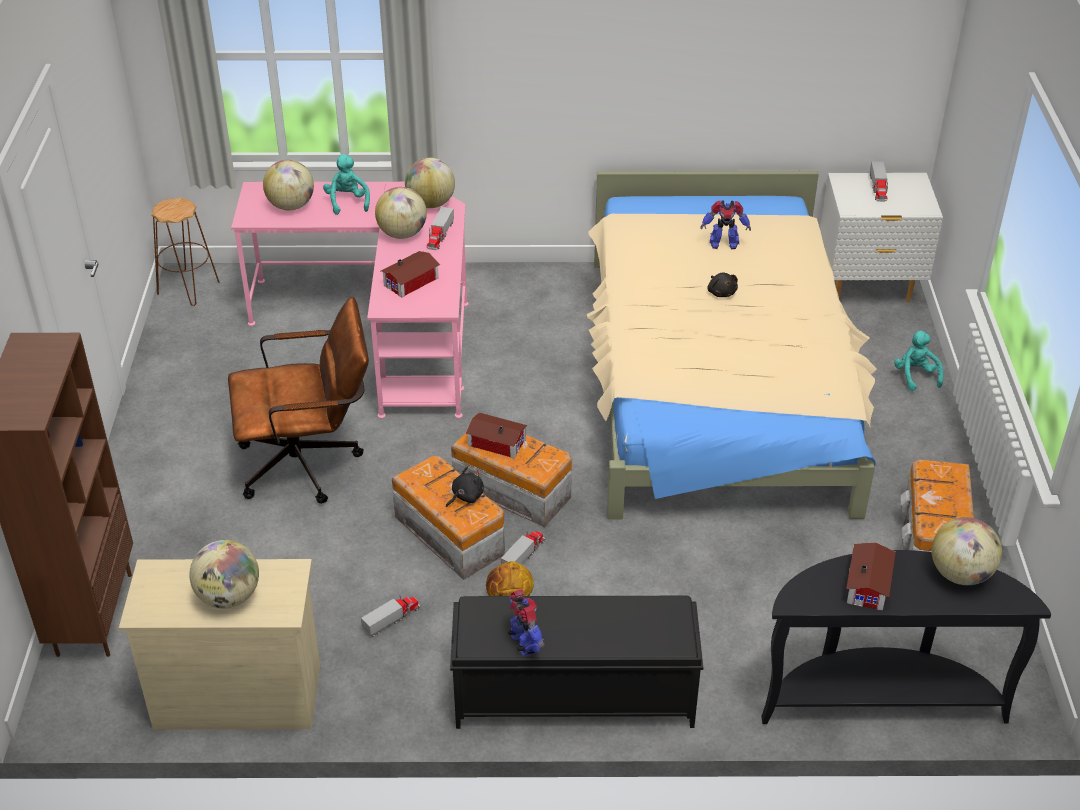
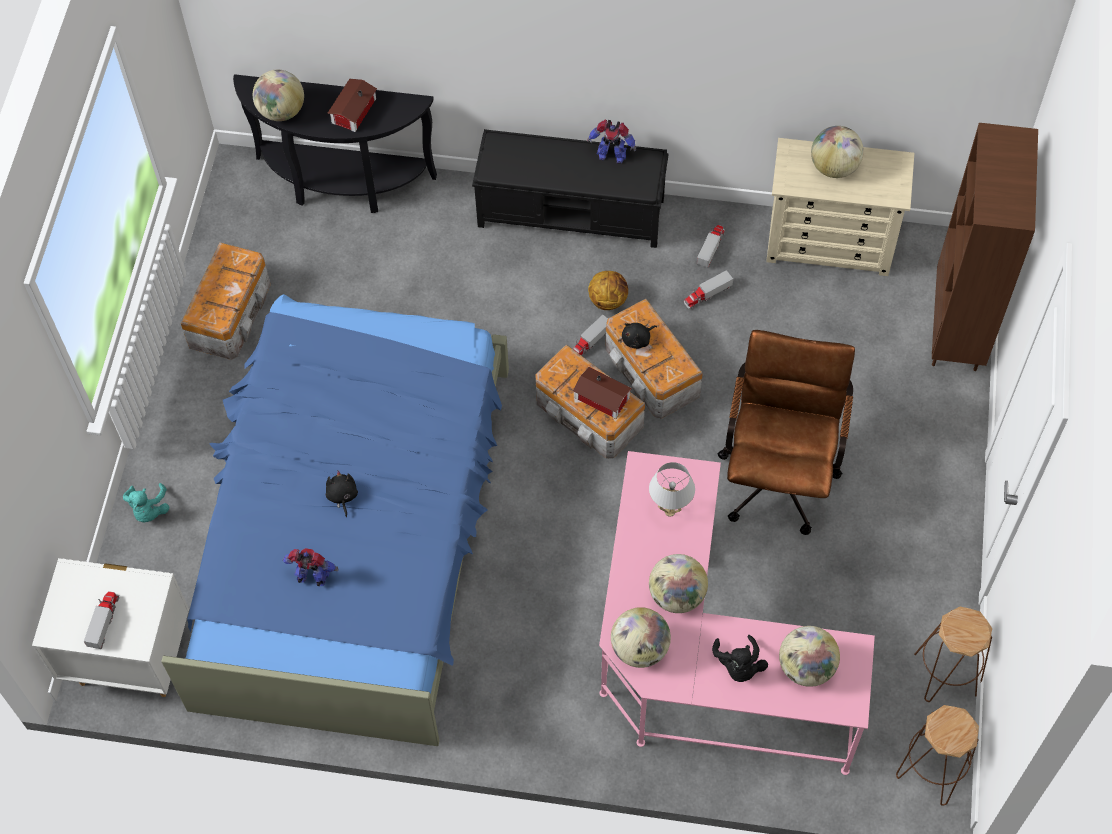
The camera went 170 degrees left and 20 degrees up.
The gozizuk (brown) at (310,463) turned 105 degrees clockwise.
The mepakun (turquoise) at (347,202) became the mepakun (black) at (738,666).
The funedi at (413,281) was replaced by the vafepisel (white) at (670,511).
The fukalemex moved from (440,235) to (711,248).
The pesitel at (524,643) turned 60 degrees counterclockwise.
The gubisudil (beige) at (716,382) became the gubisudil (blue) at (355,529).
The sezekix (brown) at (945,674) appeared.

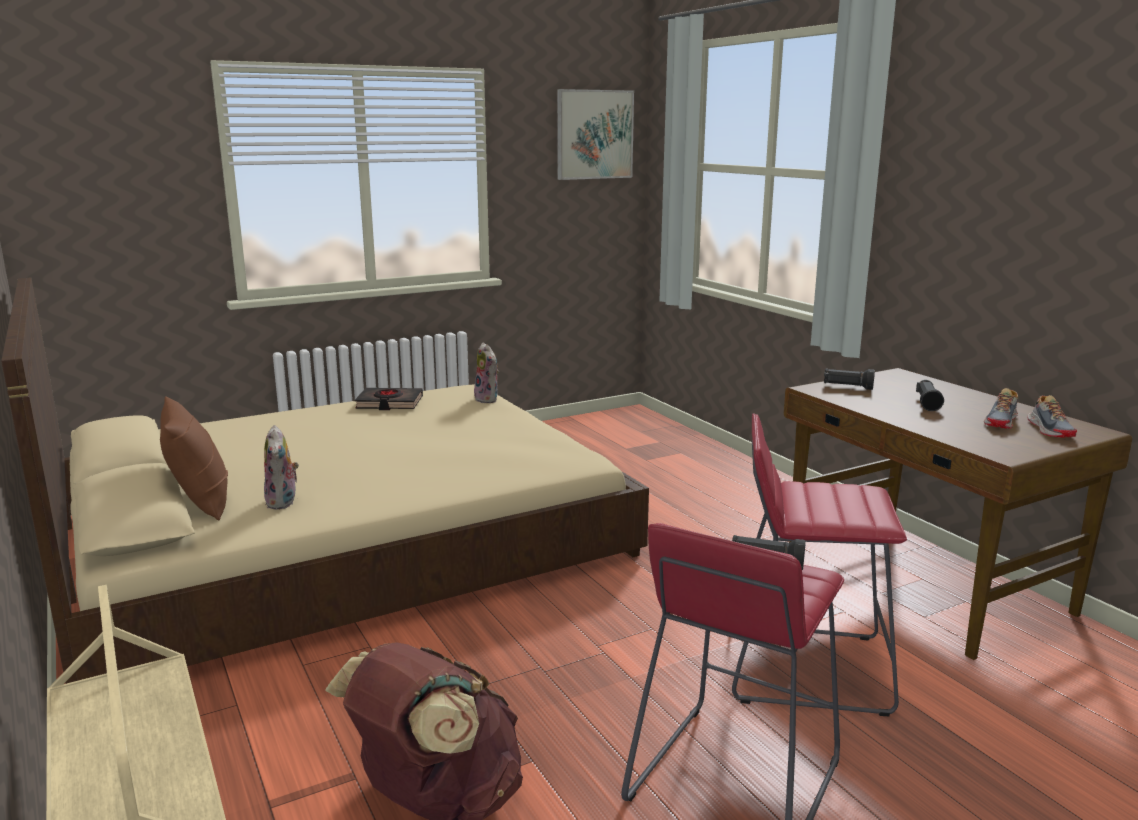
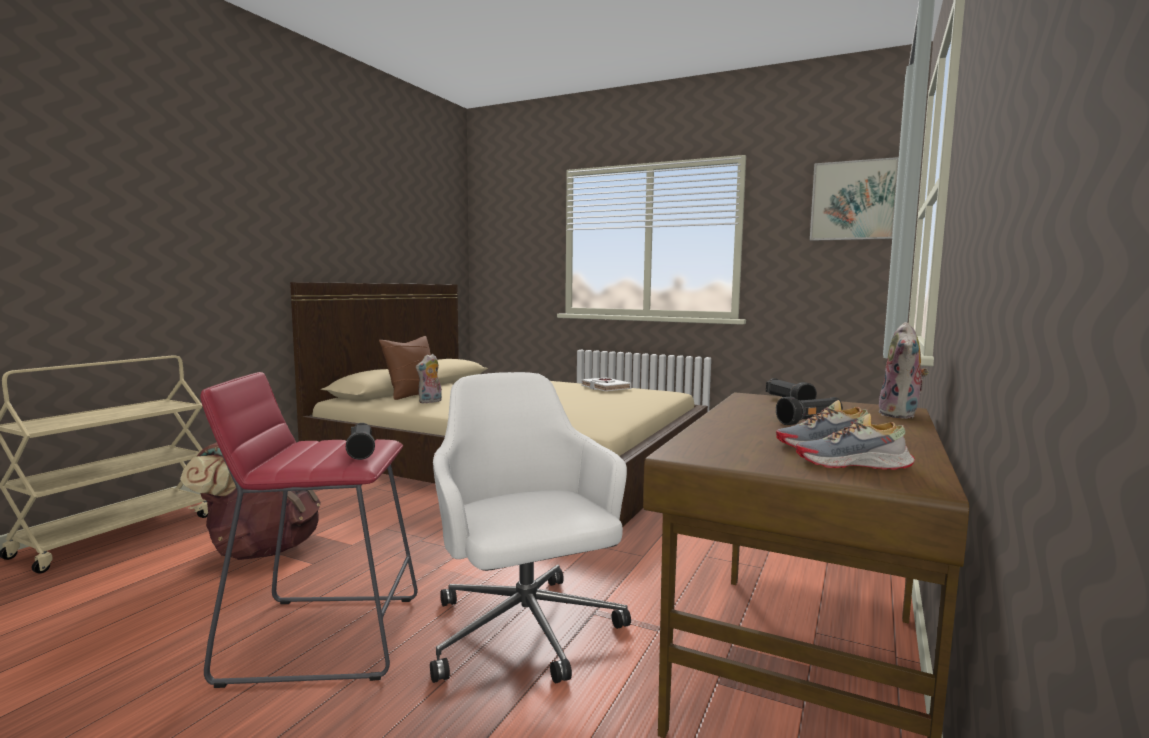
The camera went 55 degrees right and 10 degrees down.
The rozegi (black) at (389,403) became the rozegi (white) at (605,388).
The mepakun moved from (488,399) to (901,415).
The sezekix (red) at (806,667) was replaced by the gozizuk (white) at (525,632).
The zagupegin at (1050,429) turned 45 degrees clockwise.

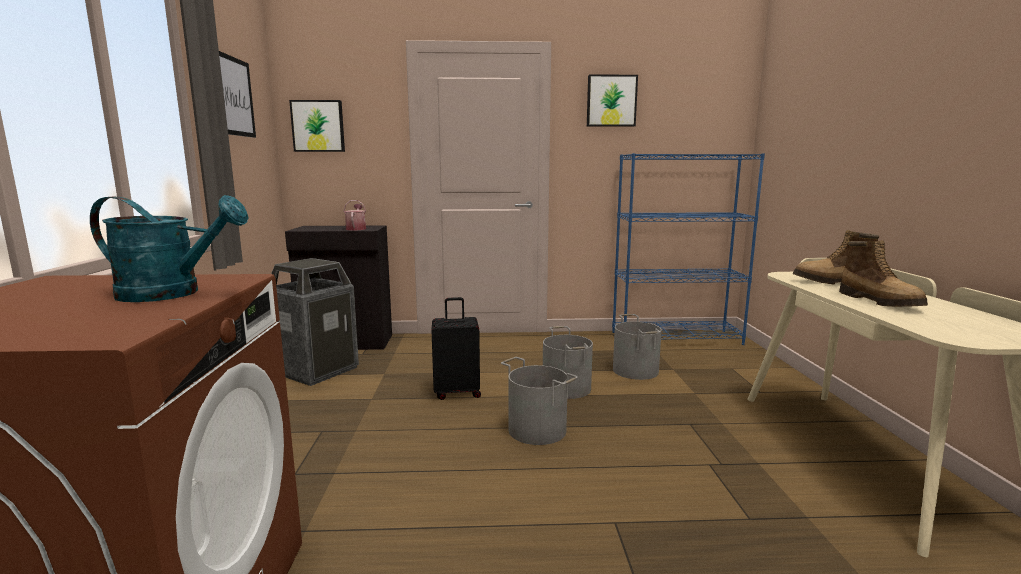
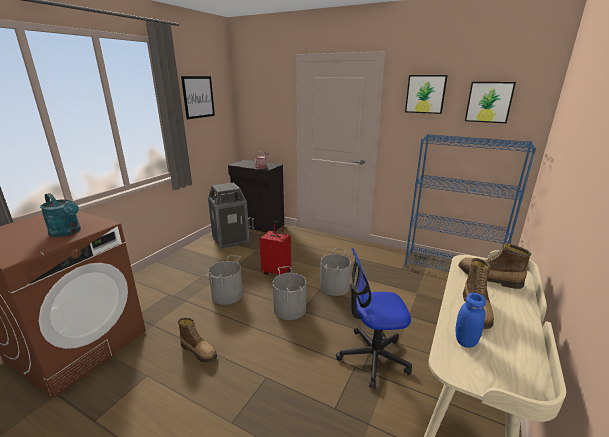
The camera went 30 degrees right and 10 degrees up.
The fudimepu moved from (318,126) to (489,102).
The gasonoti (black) at (457,392) became the gasonoti (red) at (277,272).
The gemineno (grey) moved from (634,370) to (227,295).
The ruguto at (199,351) appeared.
The gozizuk at (373,357) appeared.
The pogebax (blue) at (465,341) appeared.

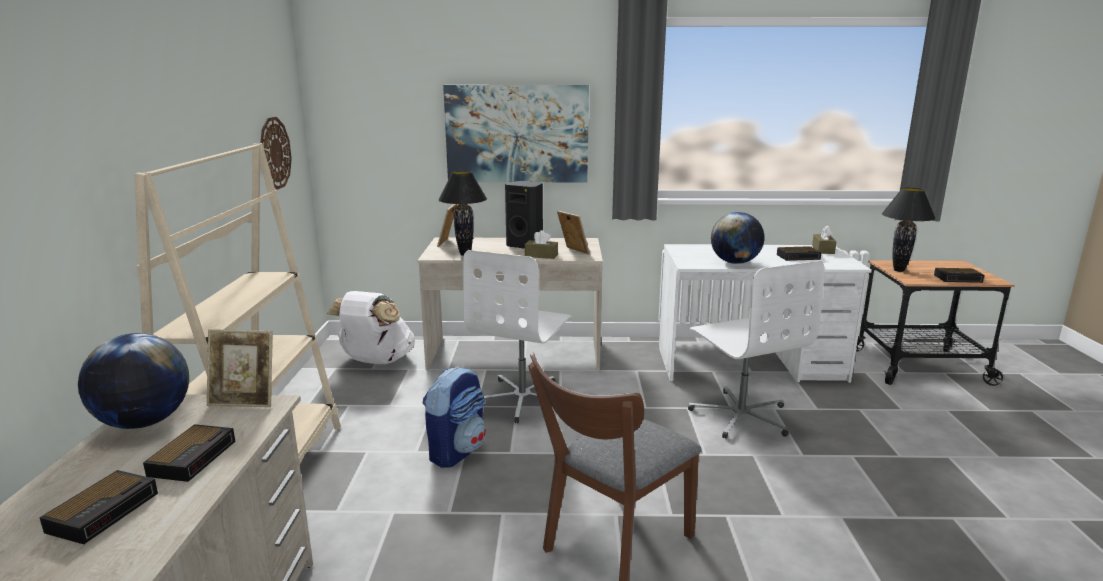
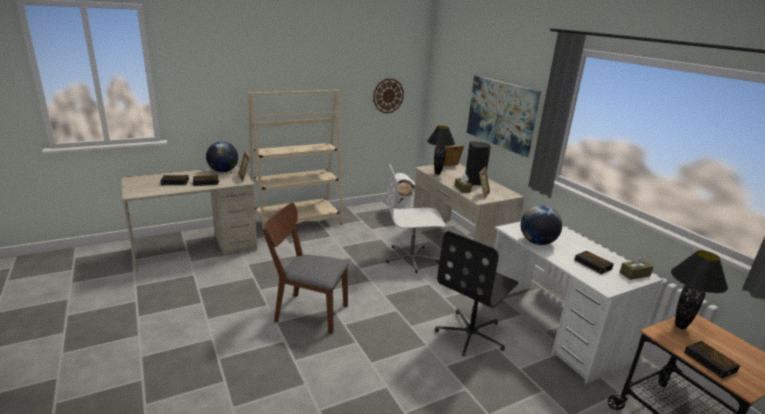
The camera went 60 degrees right and 5 degrees up.
The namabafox at (456,451) disappeared.
The gozizuk (white) at (741,415) became the gozizuk (black) at (471,334).

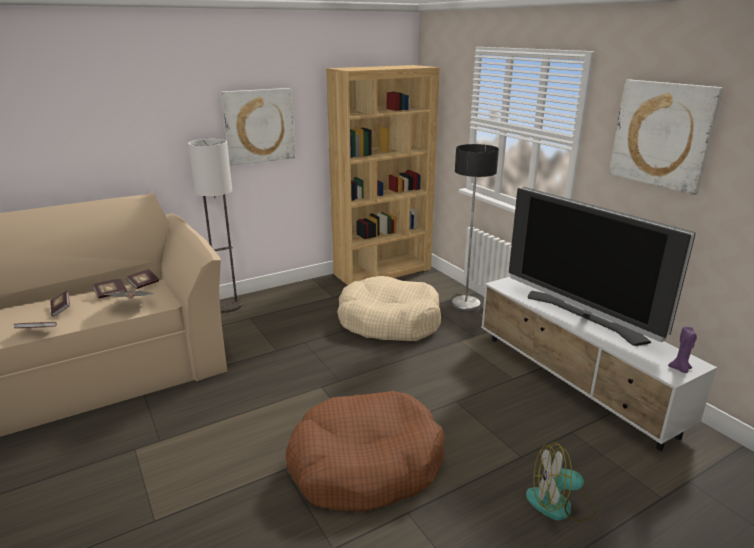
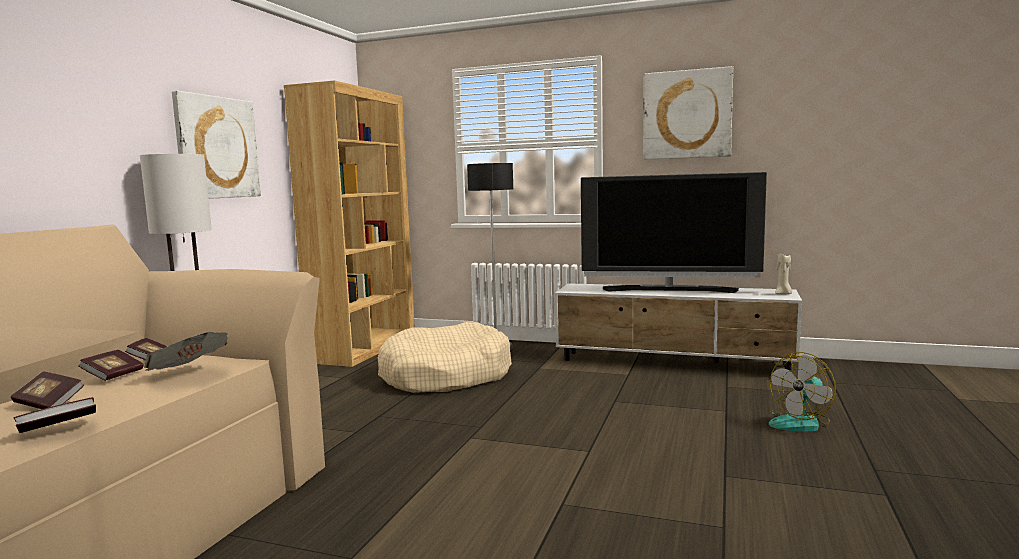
The camera went 40 degrees left and 15 degrees down.
The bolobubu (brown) at (365,464) disappeared.
The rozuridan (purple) at (680,369) became the rozuridan (beige) at (783,294).

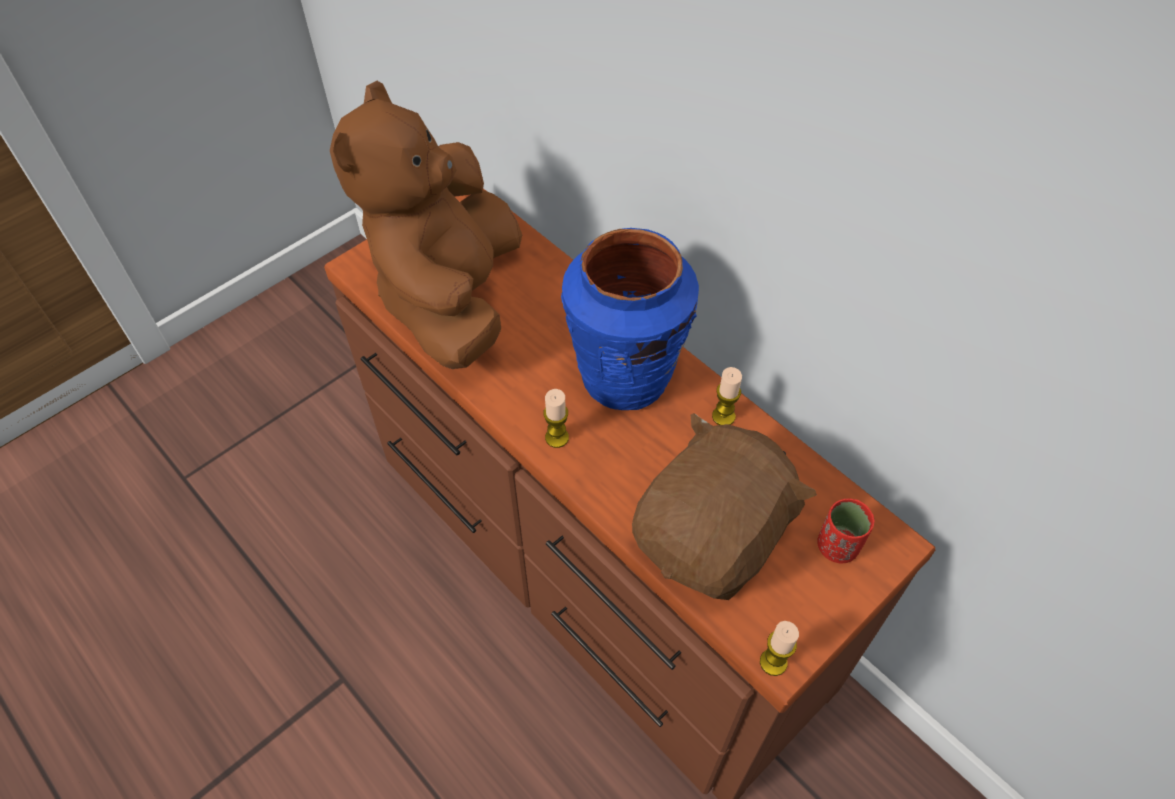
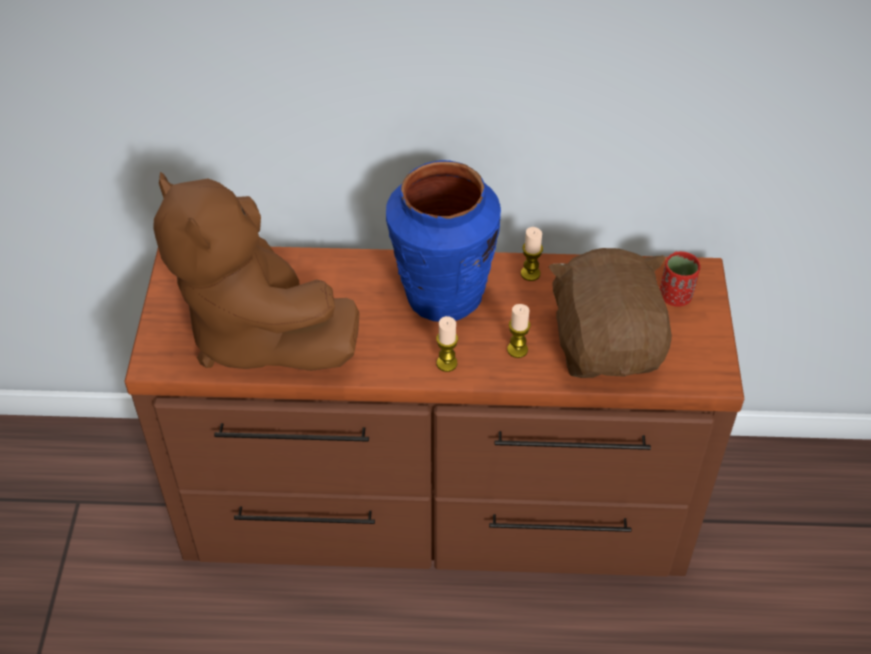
The camera went 45 degrees left and 5 degrees down.
The rozuridan moved from (773,662) to (517,350).

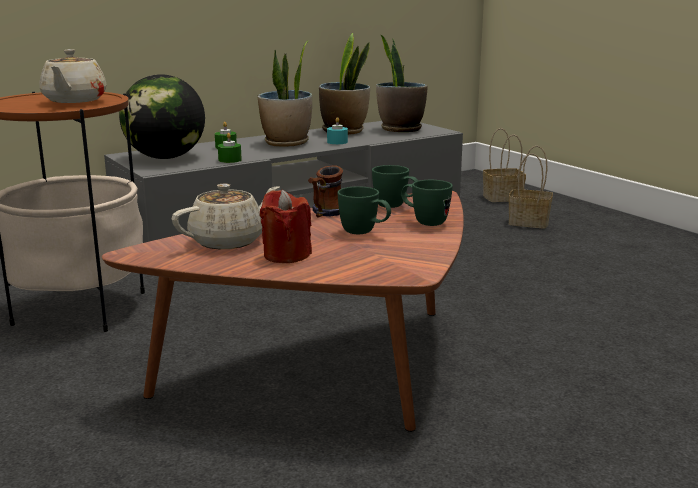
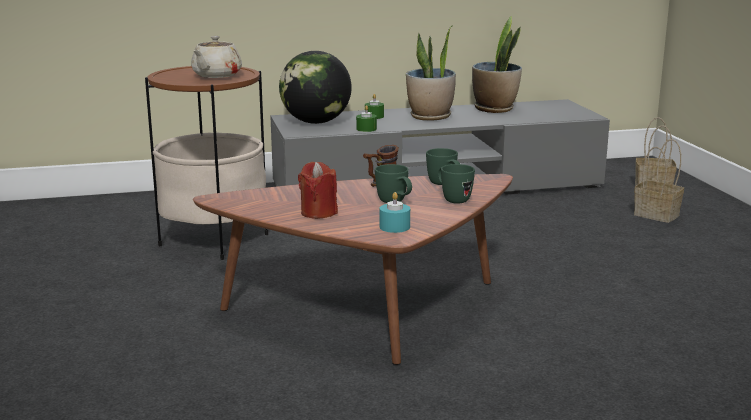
The camera went 20 degrees right and 0 degrees up.
The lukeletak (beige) at (229,241) disappeared.
The rozuridan (turquoise) moved from (337,142) to (394,227).
The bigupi at (400,129) disappeared.

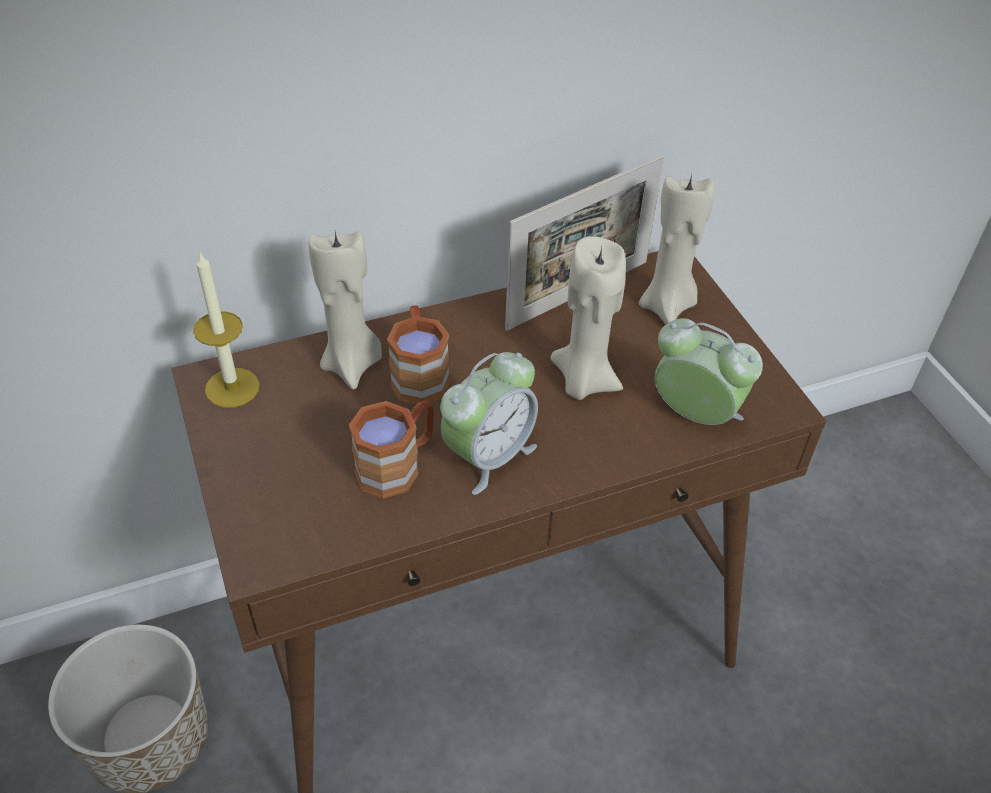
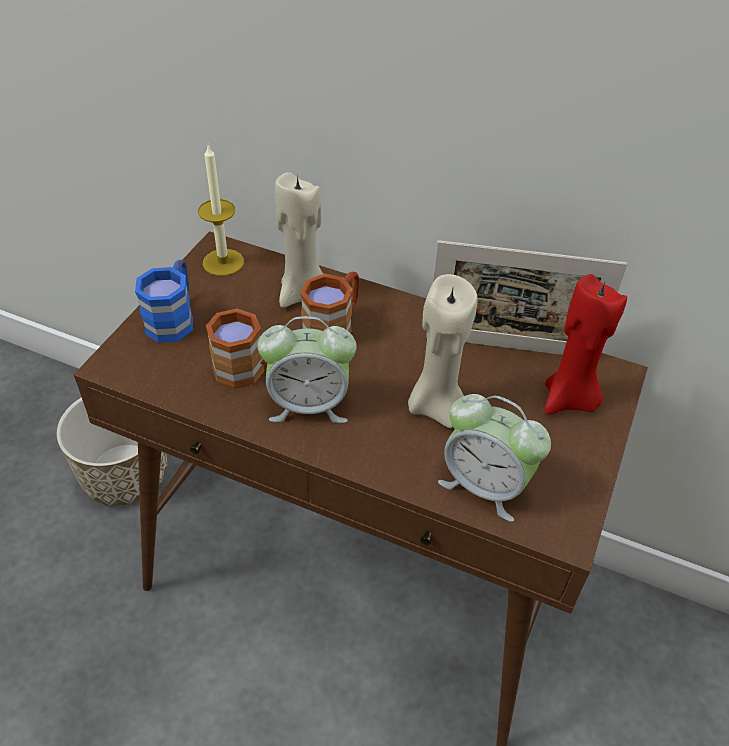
The camera went 45 degrees right and 0 degrees up.
The rozuridan (beige) at (668,306) became the rozuridan (red) at (569,400).
The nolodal at (694,415) turned 135 degrees clockwise.
The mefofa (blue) at (174,318) appeared.

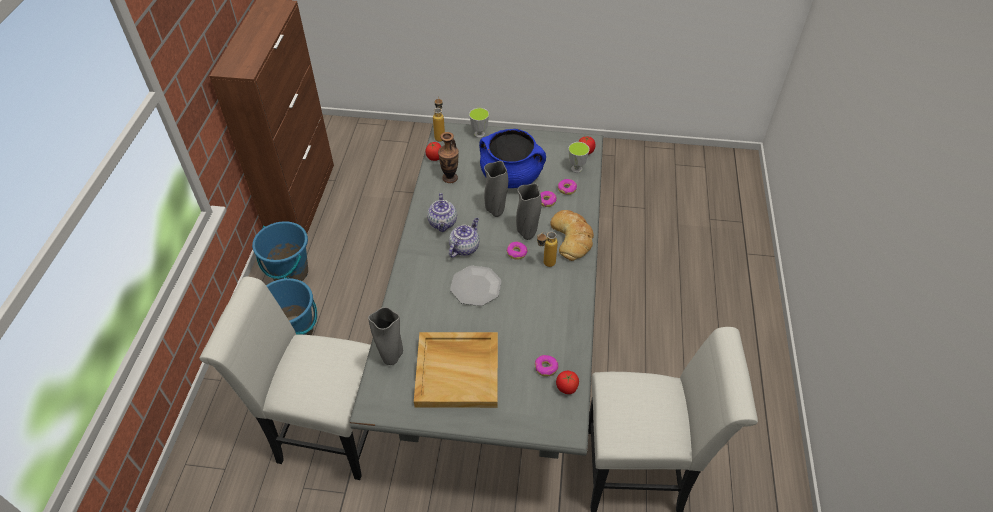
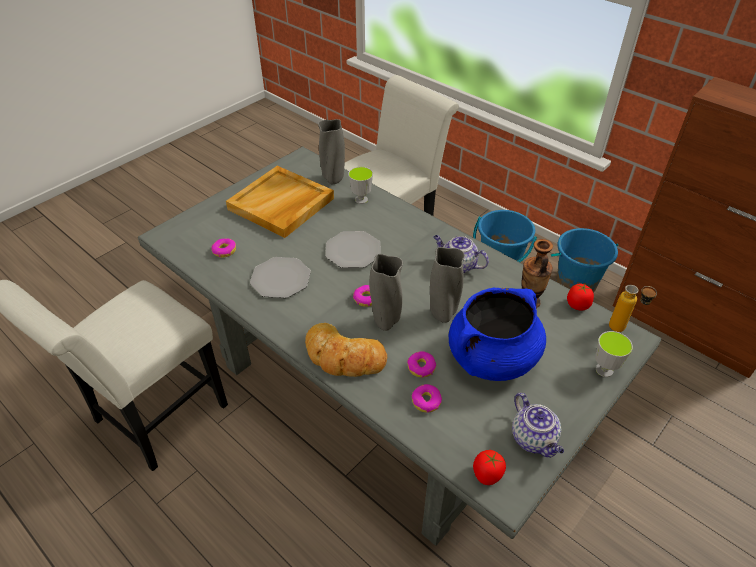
The camera went 125 degrees right and 5 degrees down.
The lukeletak moved from (464,247) to (534,439).
The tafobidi at (544,264) disappeared.
The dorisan at (566,388) disappeared.
The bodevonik moved from (576,169) to (361,200).
The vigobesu at (280,279) appeared.

